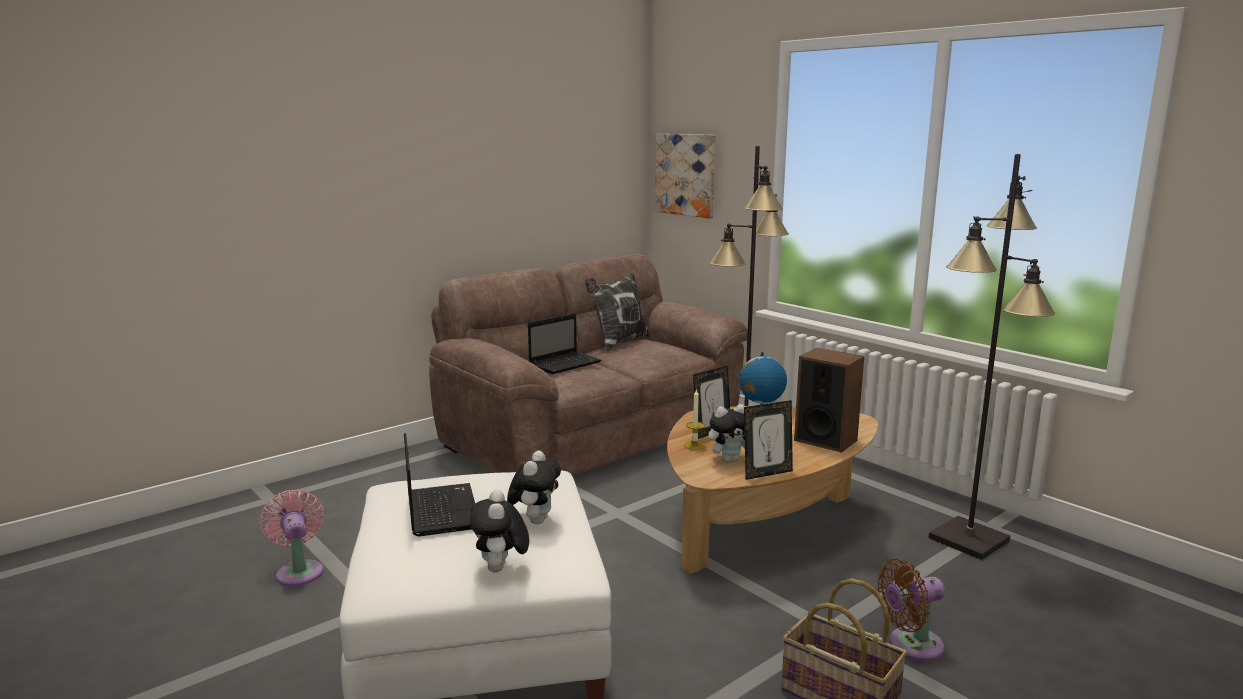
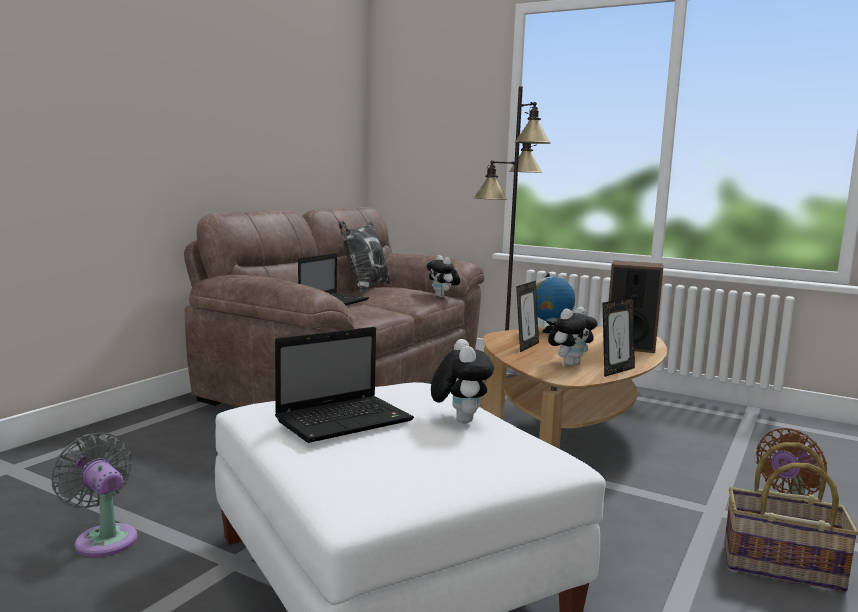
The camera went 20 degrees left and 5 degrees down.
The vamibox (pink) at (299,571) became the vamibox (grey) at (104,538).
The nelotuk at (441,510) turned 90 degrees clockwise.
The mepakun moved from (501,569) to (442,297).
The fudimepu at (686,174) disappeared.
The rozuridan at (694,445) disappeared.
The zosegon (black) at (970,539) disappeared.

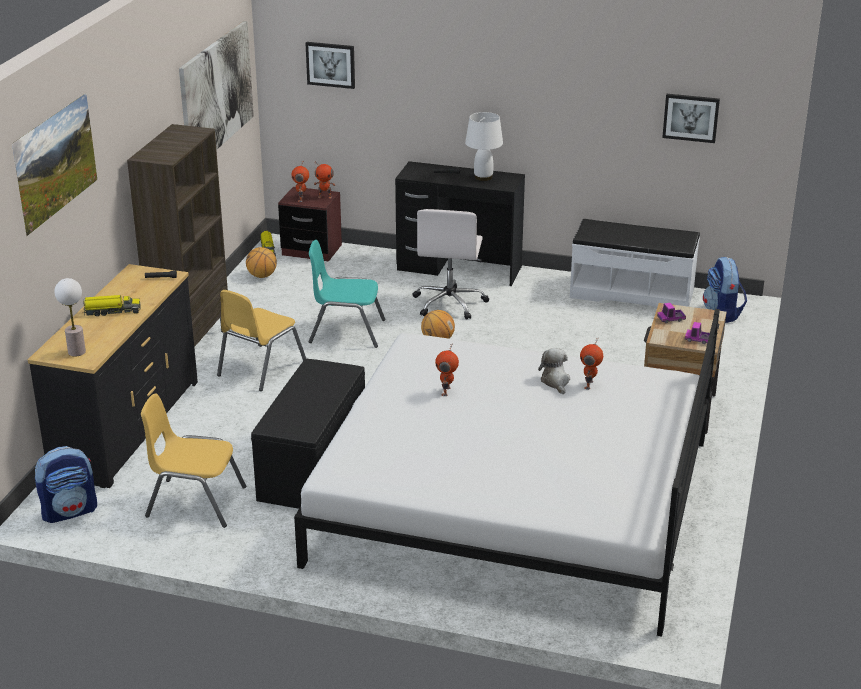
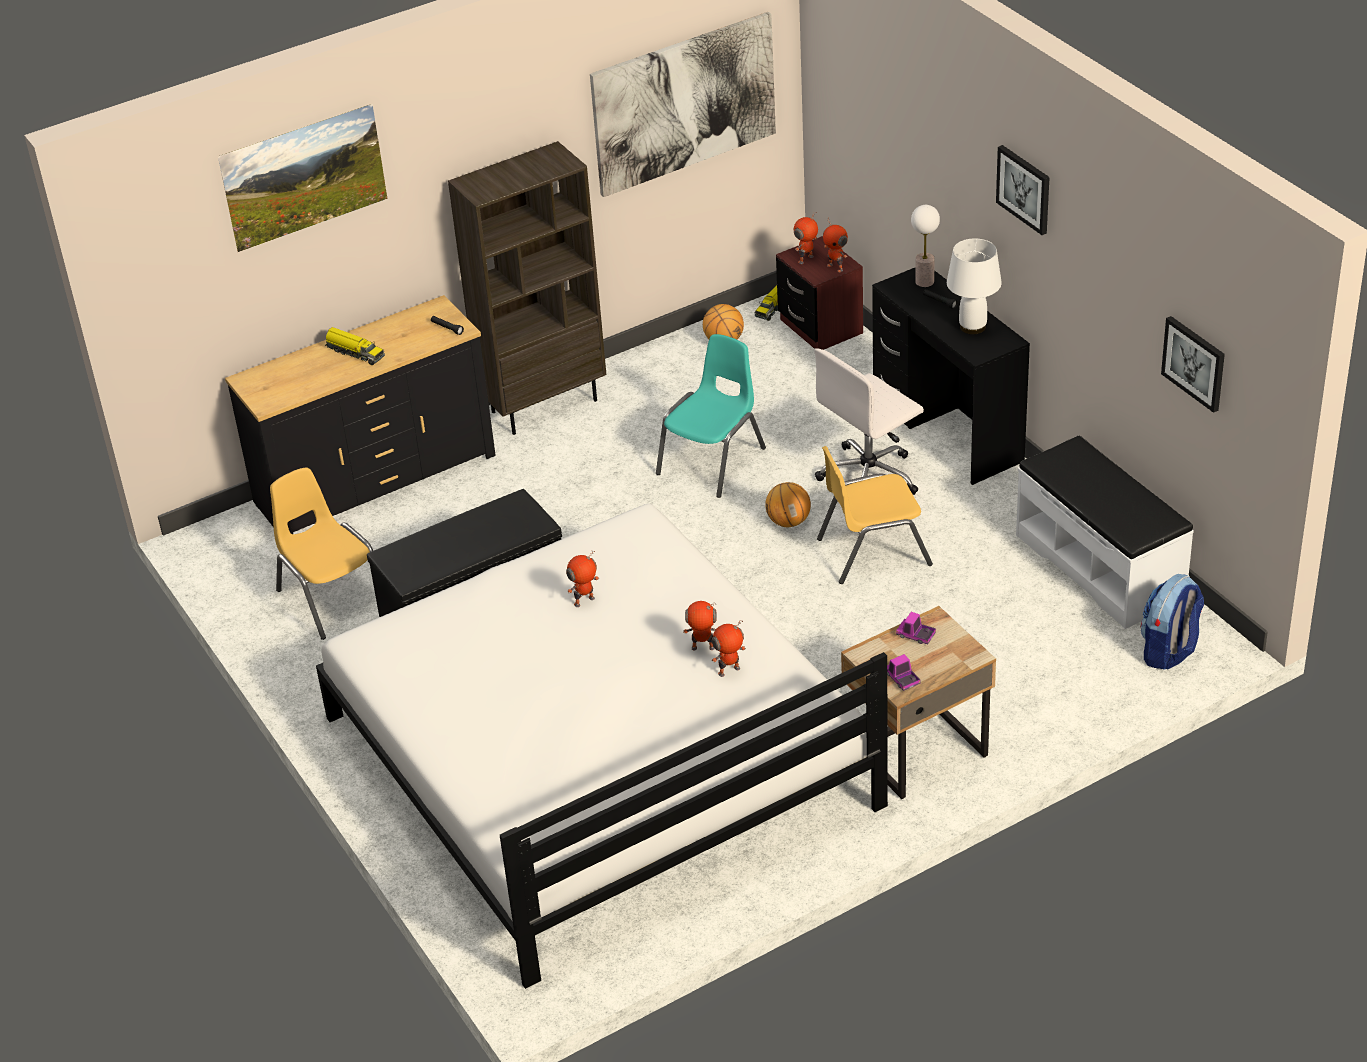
The camera went 45 degrees right and 10 degrees up.
The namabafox at (70,511) disappeared.
The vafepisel moved from (76,352) to (924,281).
The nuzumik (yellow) moved from (260,368) to (872,551).
The fudimepu moved from (331,64) to (1024,189).
The nuzumik (turquoise) at (346,331) turned 75 degrees clockwise.
The mepakun at (555,381) was replaced by the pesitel at (702,648).

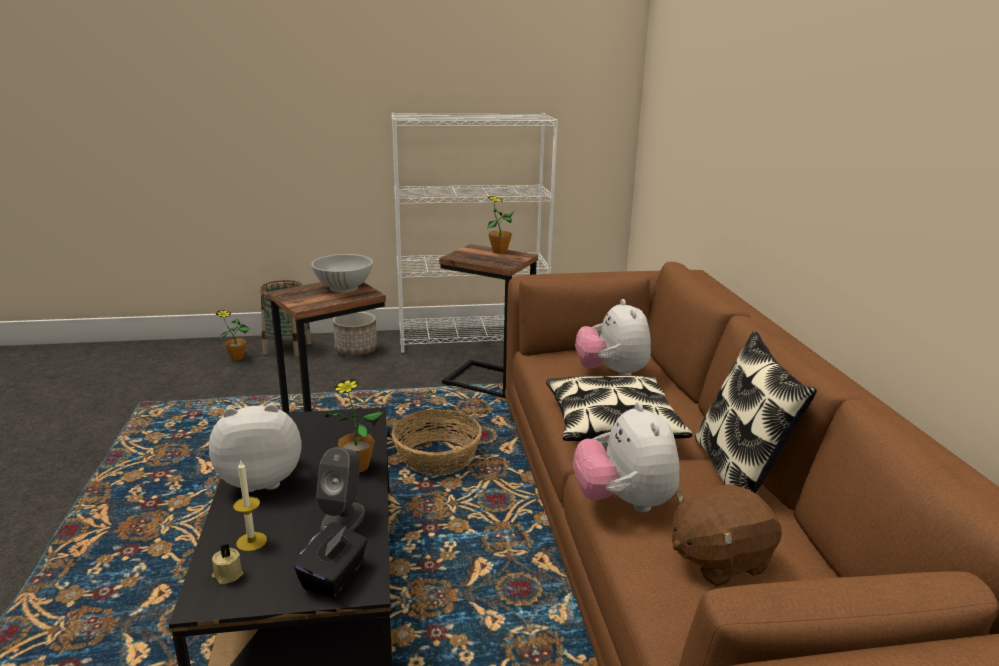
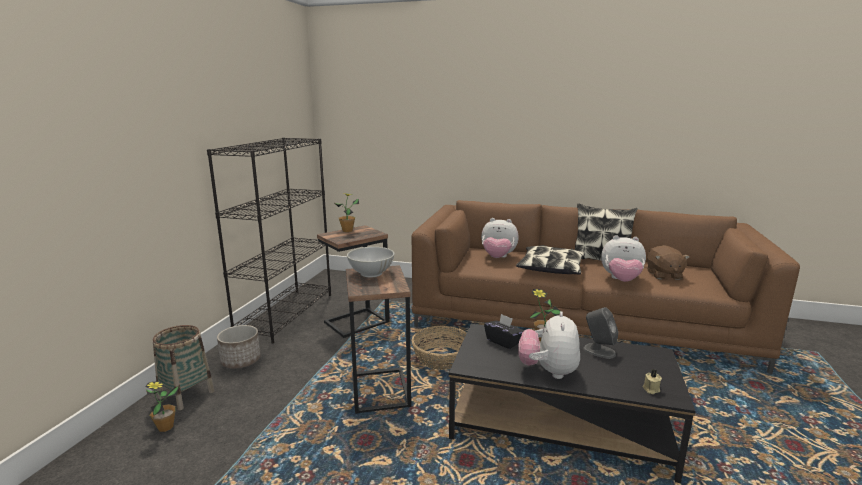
The camera went 65 degrees left and 5 degrees down.
The rozuridan at (251,541) disappeared.
The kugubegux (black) moved from (334,576) to (503,341).
The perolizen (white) at (473,338) became the perolizen (black) at (286,313).

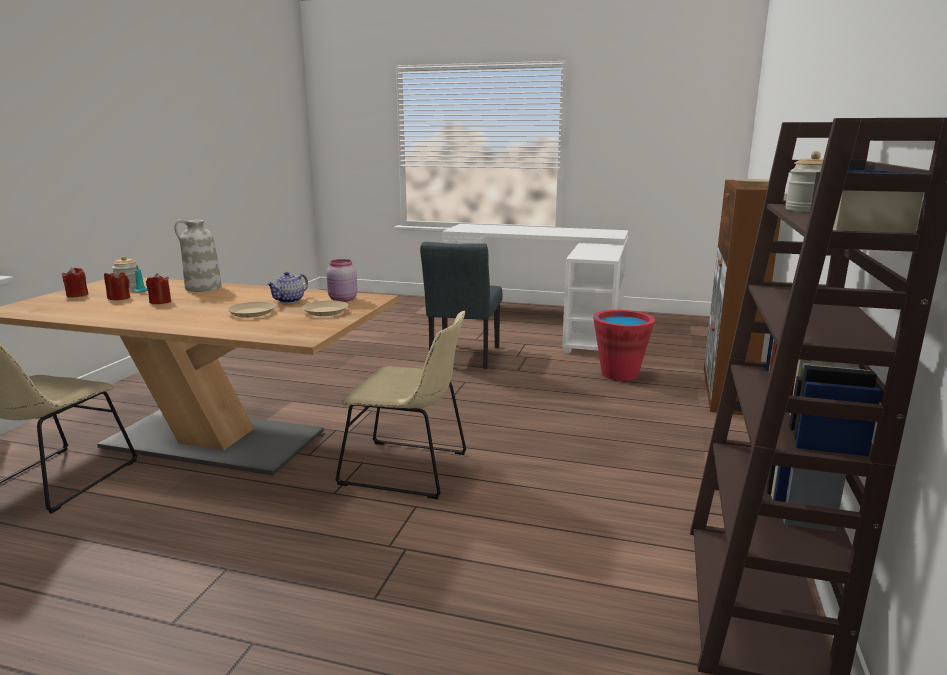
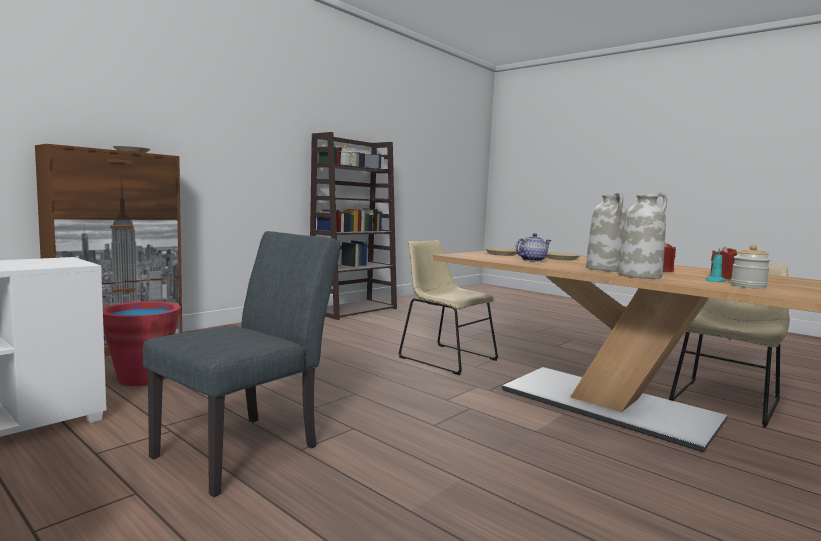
The camera went 155 degrees left and 10 degrees down.
The rozuridan (red) at (77,295) disappeared.
The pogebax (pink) at (342,300) disappeared.
The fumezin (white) at (606,269) appeared.

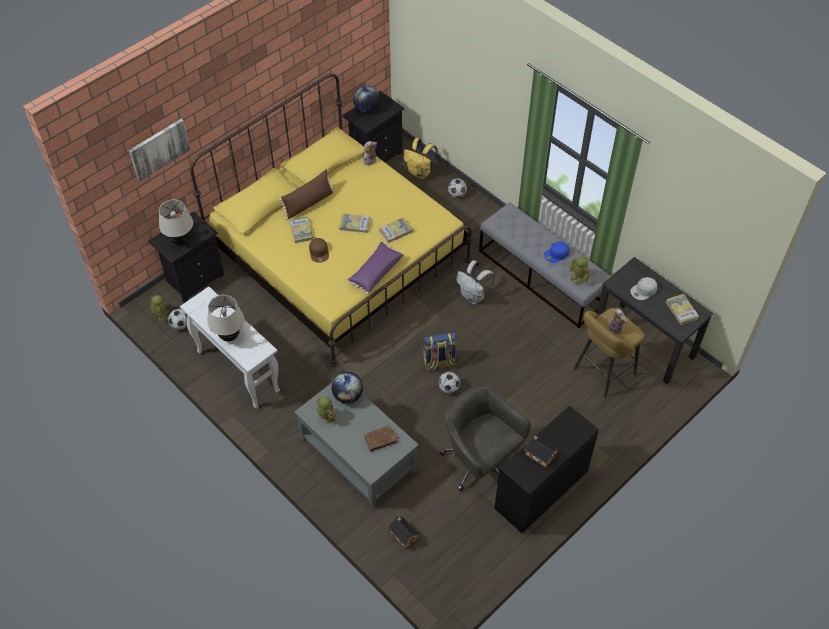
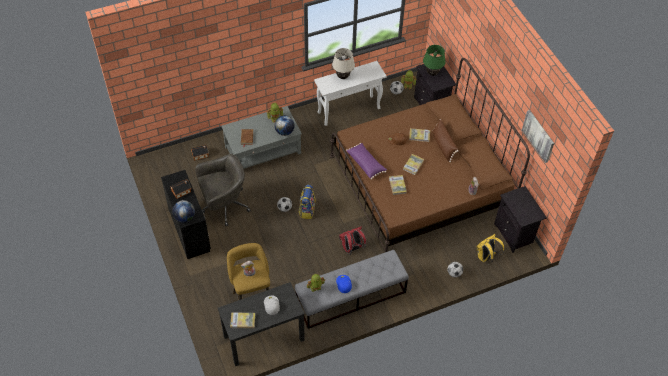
The camera went 110 degrees right and 0 degrees up.
The fudimepu moved from (159,148) to (538,136).
The vafepisel (beige) at (180,241) became the vafepisel (green) at (432,73).
The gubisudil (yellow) at (338,257) became the gubisudil (brown) at (420,183).
The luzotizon moved from (366,109) to (185,217).
The namabafox (white) at (473,296) became the namabafox (red) at (352,248).

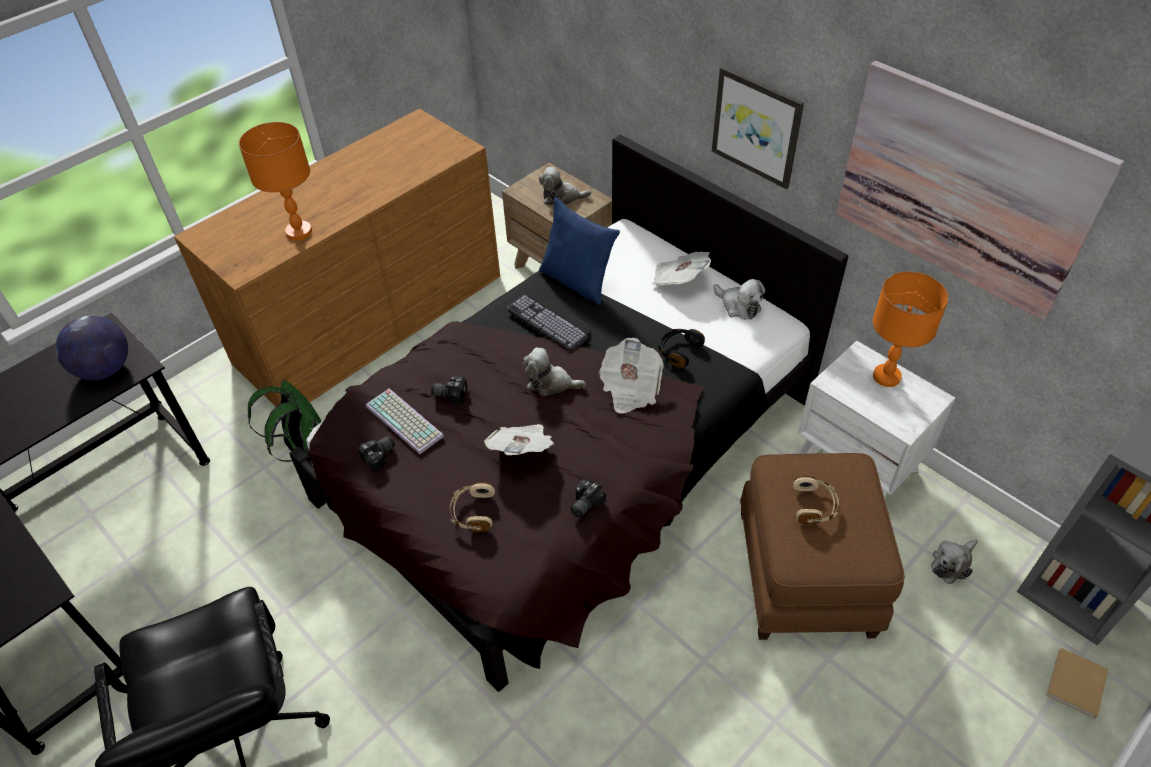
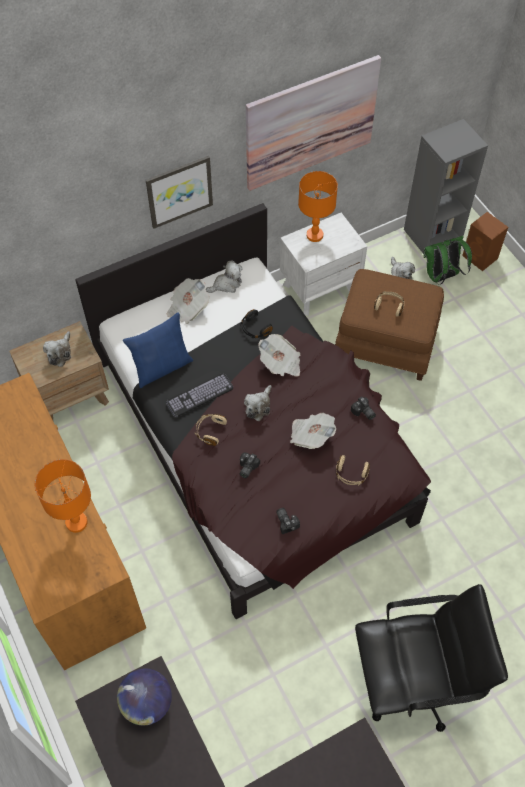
The camera went 75 degrees left and 10 degrees up.
The namabafox (green) moved from (302,448) to (441,276).
The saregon at (406,421) disappeared.
The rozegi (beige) at (1075,685) was replaced by the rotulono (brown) at (480,257).
The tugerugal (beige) at (210,431) appeared.

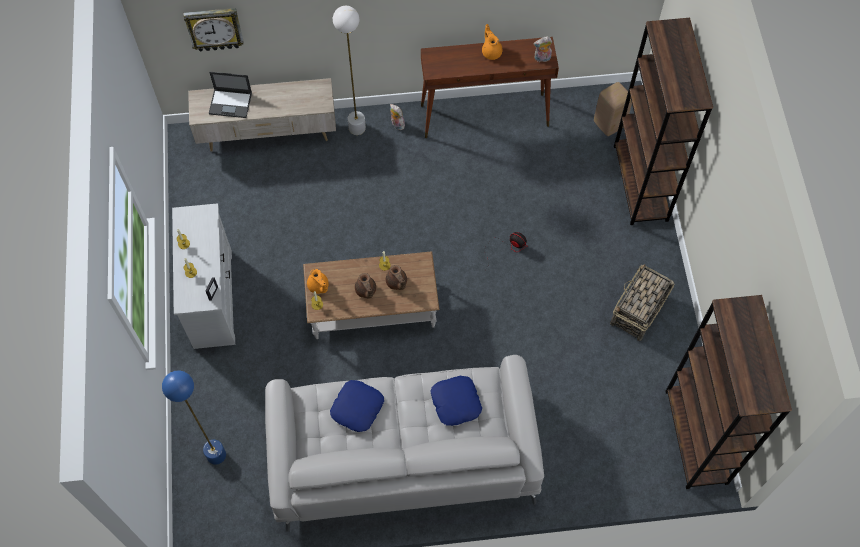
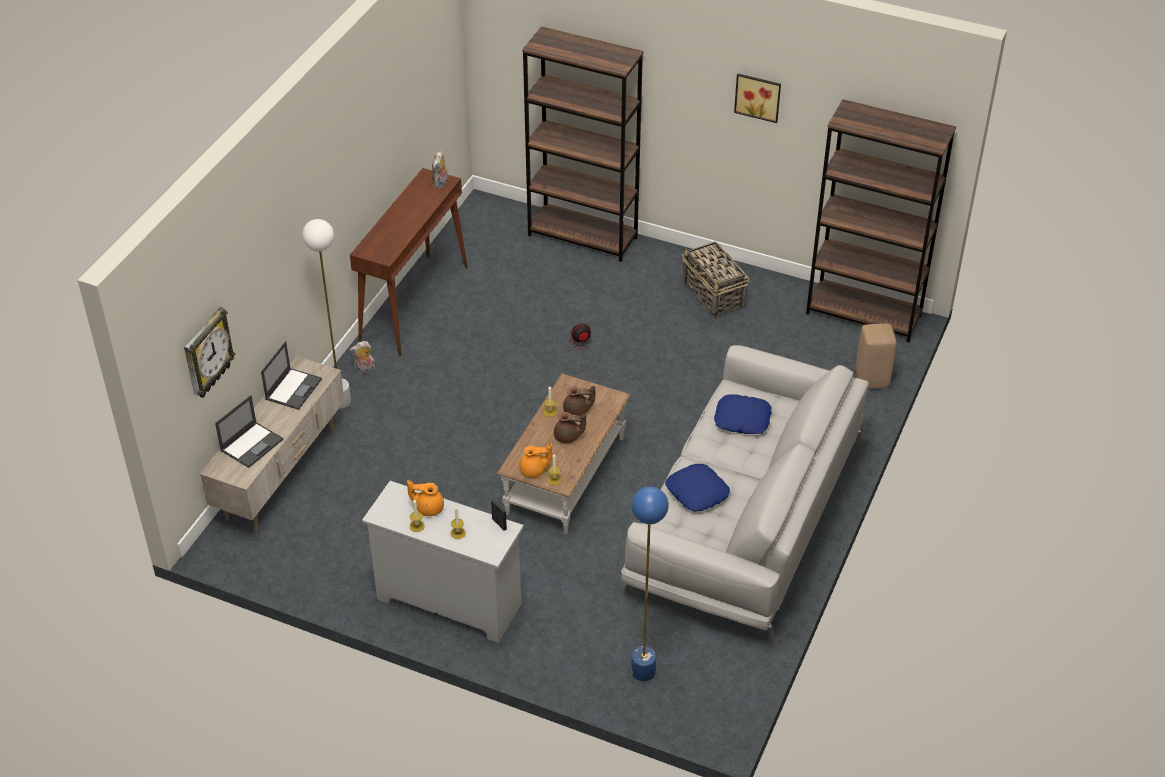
The camera went 60 degrees left and 20 degrees down.
The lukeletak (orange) moved from (491,51) to (428,507).
The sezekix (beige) moved from (609,124) to (872,380).
The nelotuk at (294,388) appeared.
The fudimepu at (758,96) appeared.

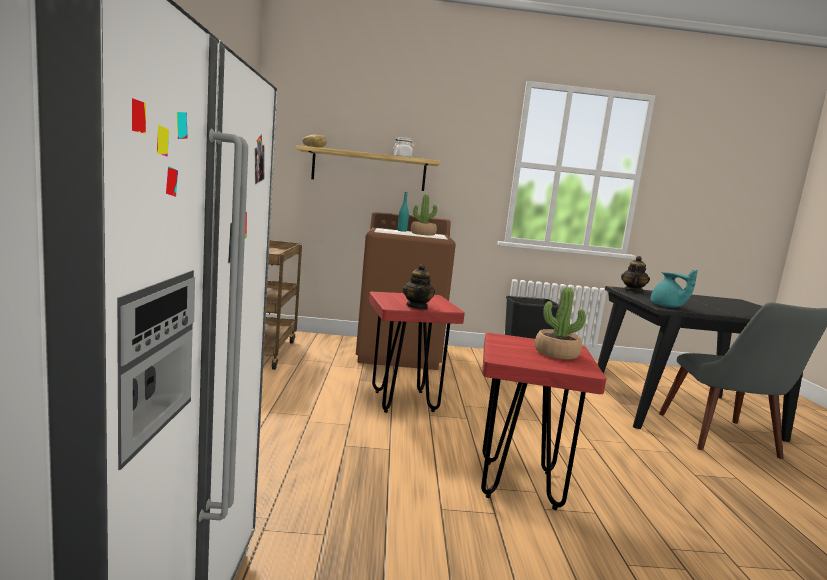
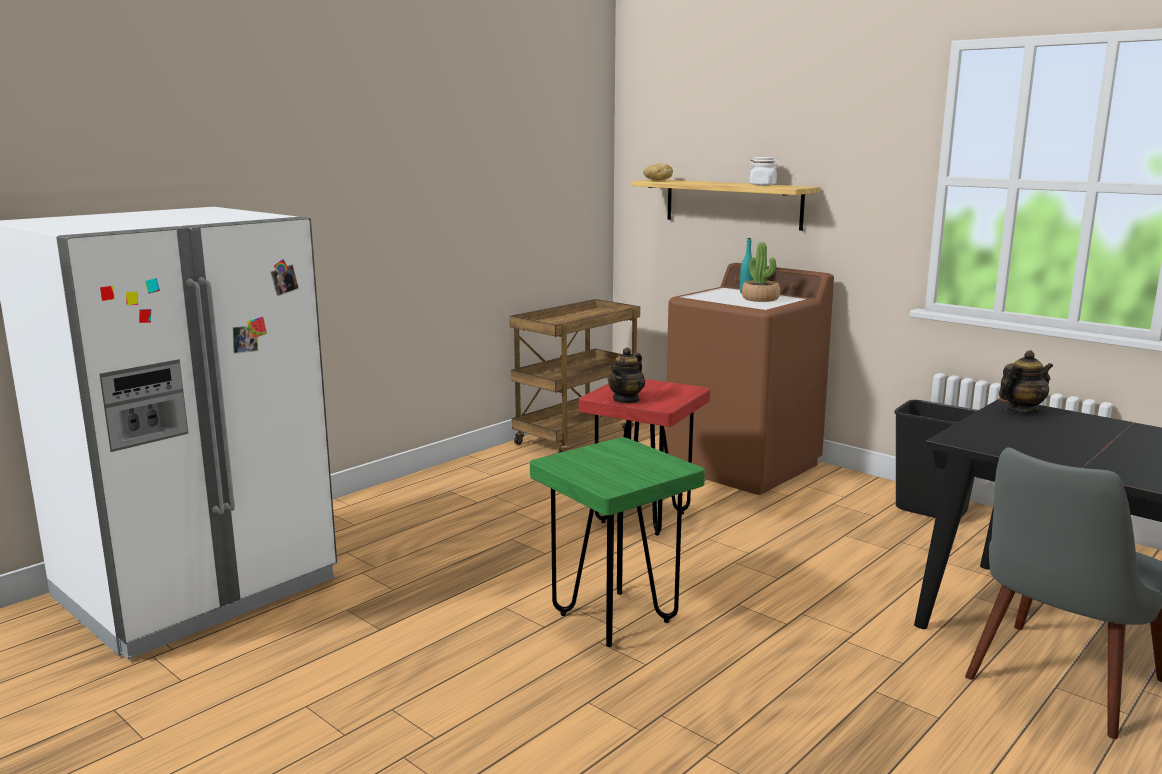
The camera went 45 degrees right and 5 degrees up.
The sezekix (red) at (518,484) became the sezekix (green) at (614,618).
The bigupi at (556,353) disappeared.
The lukeletak (turquoise) at (667,306) disappeared.

